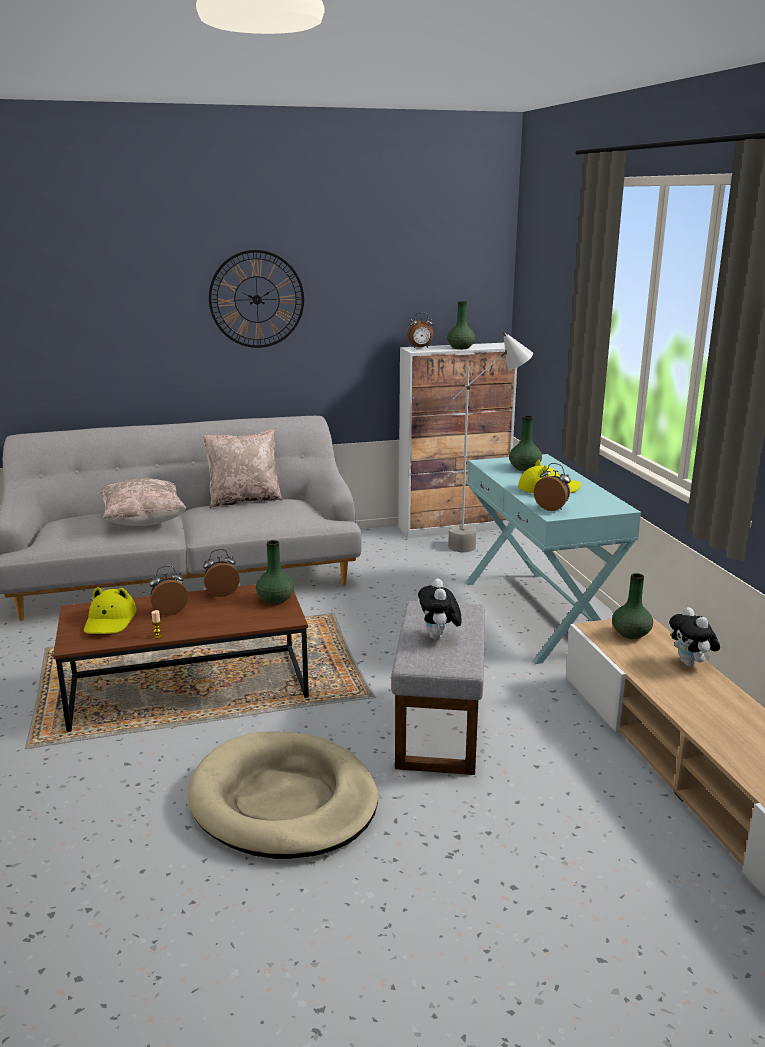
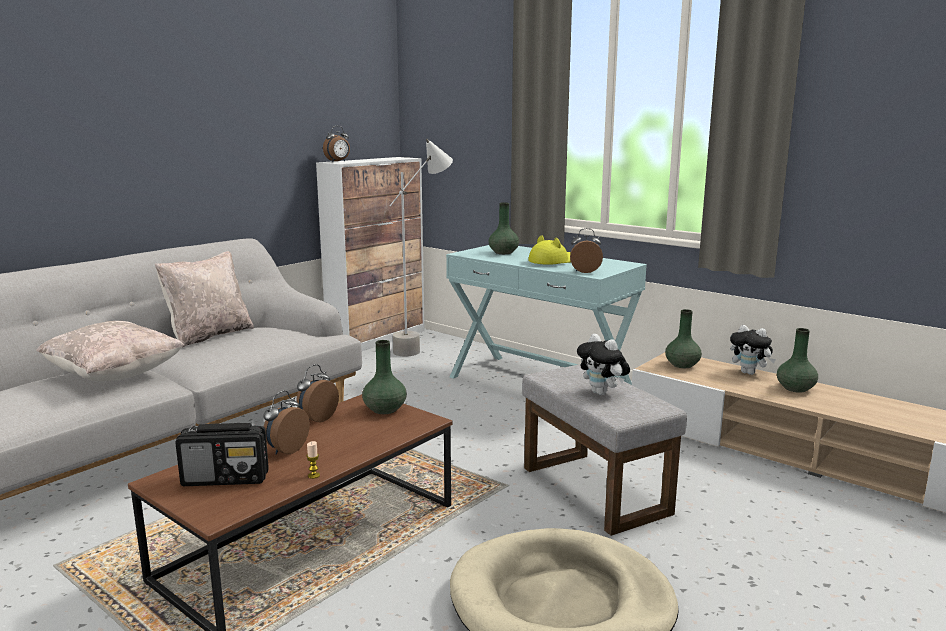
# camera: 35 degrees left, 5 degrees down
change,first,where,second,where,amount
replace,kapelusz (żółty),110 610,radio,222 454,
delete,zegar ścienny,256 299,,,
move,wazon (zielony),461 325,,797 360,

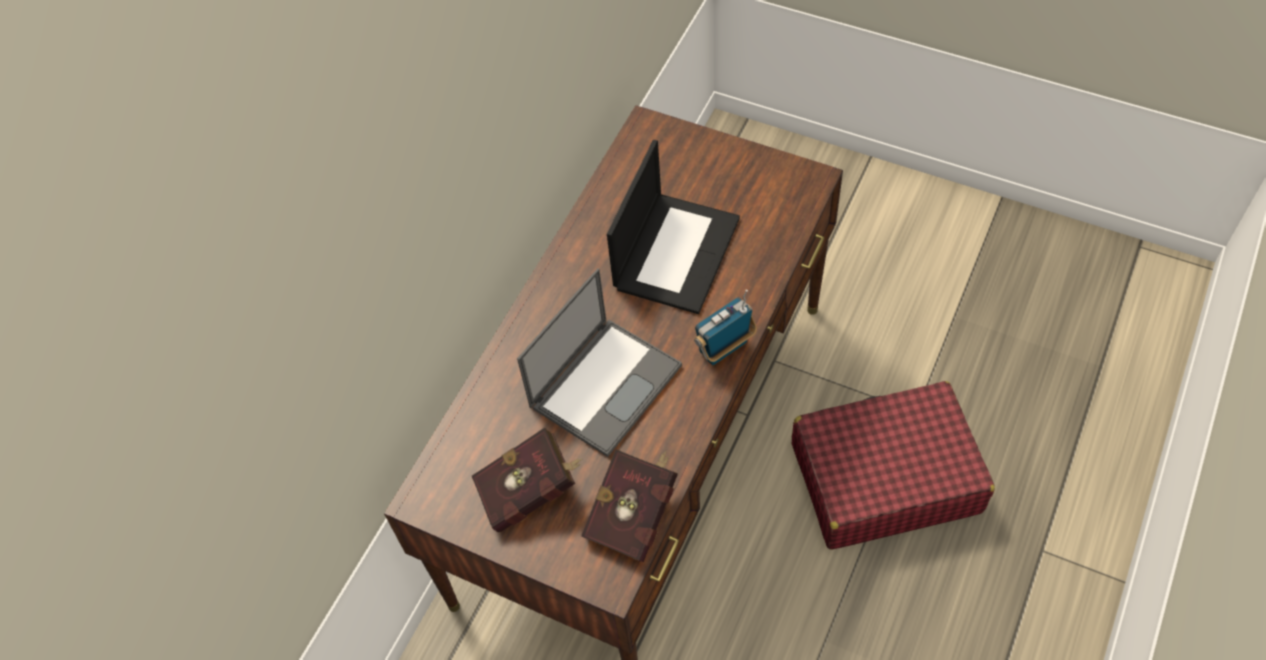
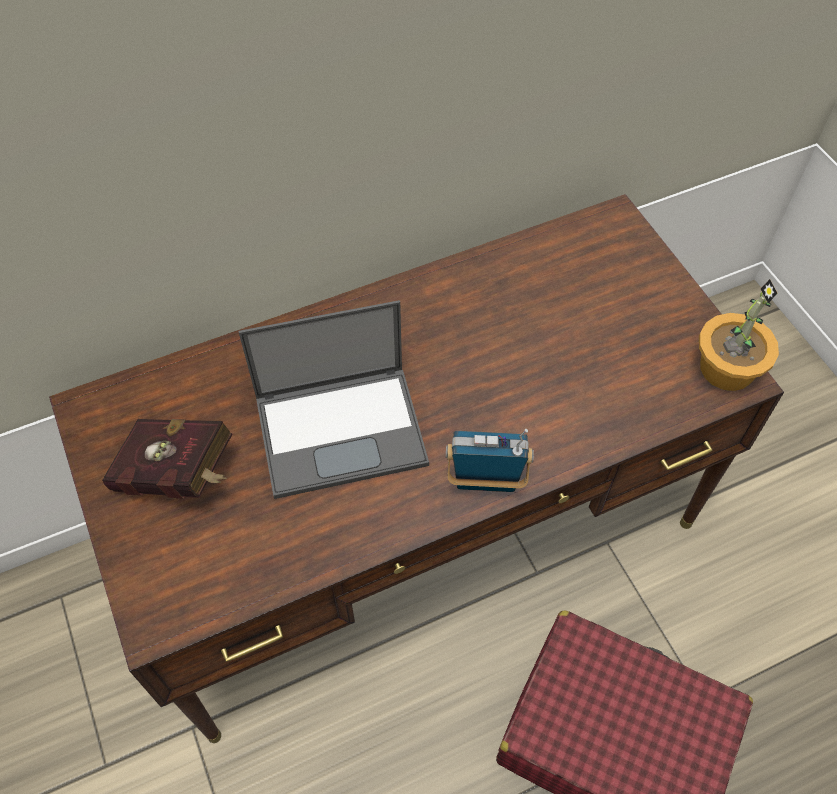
# camera: 35 degrees right, 0 degrees up
change,first,where,second,where,amount
delete,książka (czerwony),629 505,,,
delete,laptop,673 227,,,
insert,,,roślina doniczkowa,739 335,

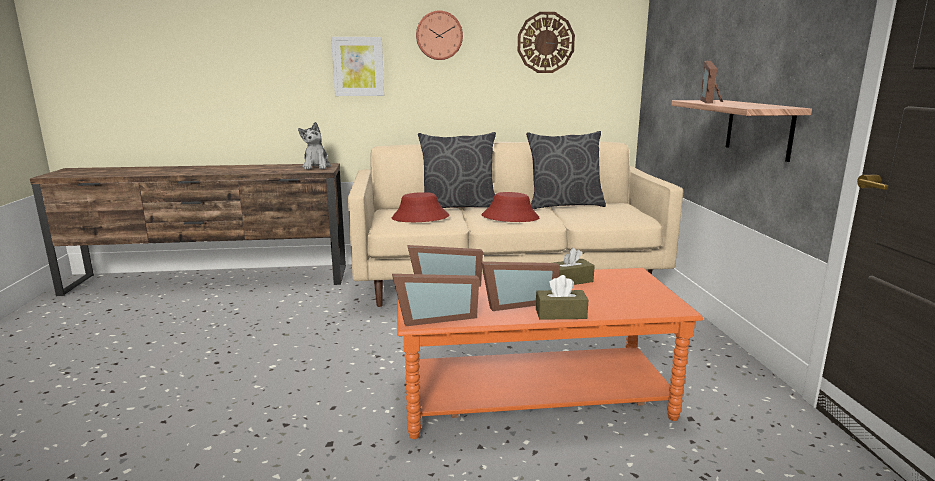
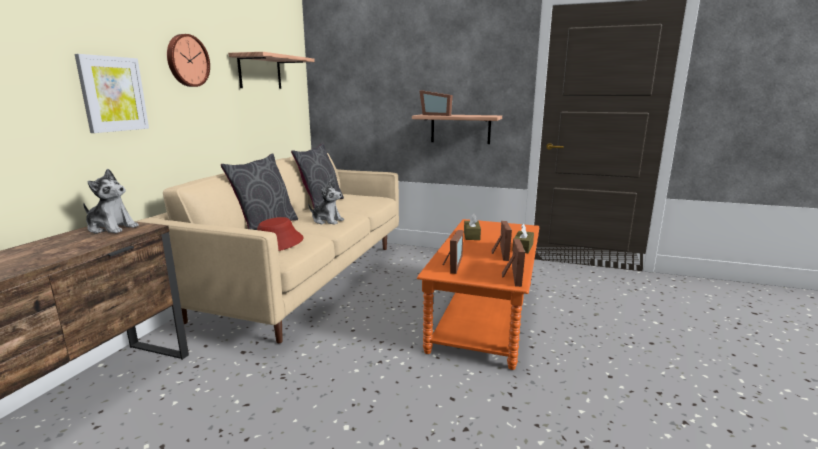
# camera: 65 degrees left, 0 degrees up
change,first,where,second,where,amount
replace,kapelusz (czerwony),510 207,pluszak,326 202,
replace,zegar ścienny,546 42,półka,271 70,

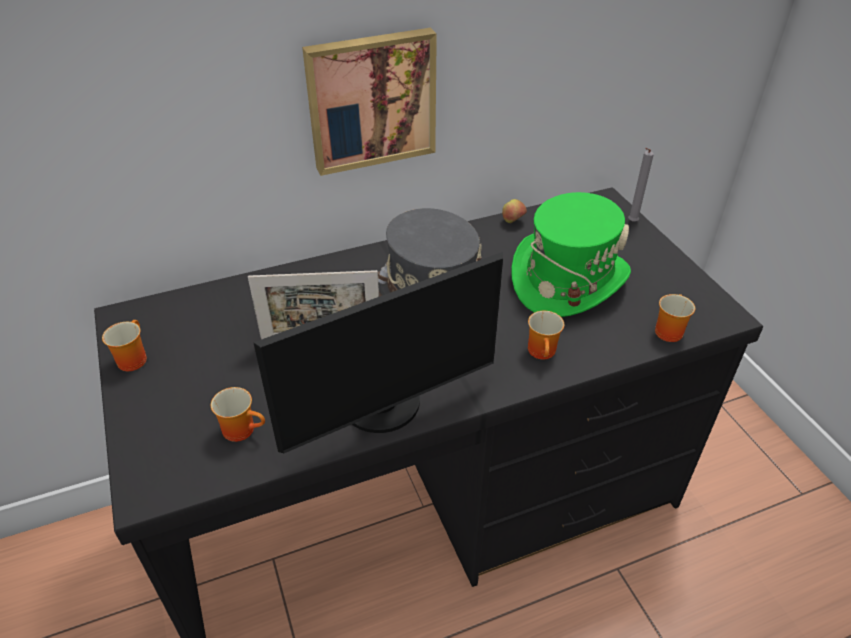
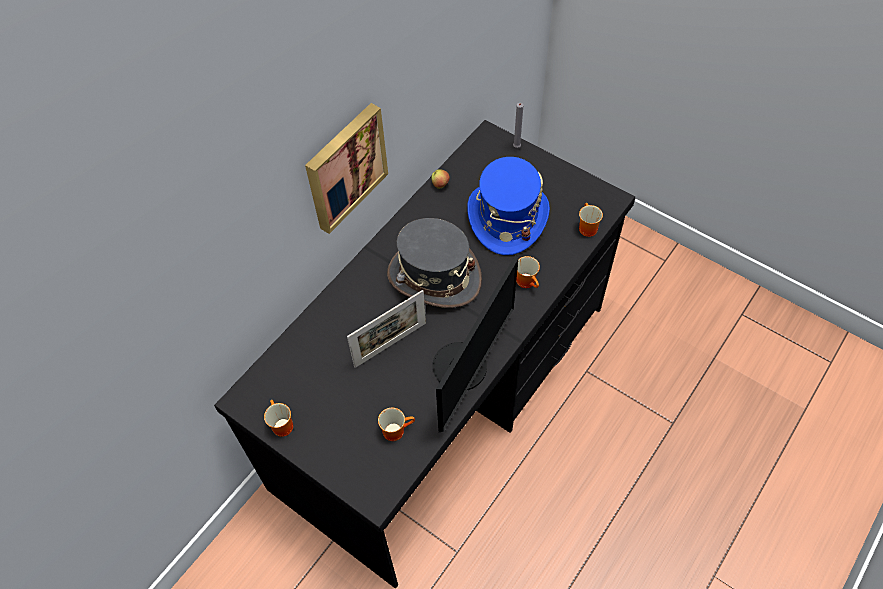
# camera: 30 degrees left, 15 degrees up
change,first,where,second,where,amount
recolor,kapelusz (zielony),571 254,kapelusz (niebieski),508 206,

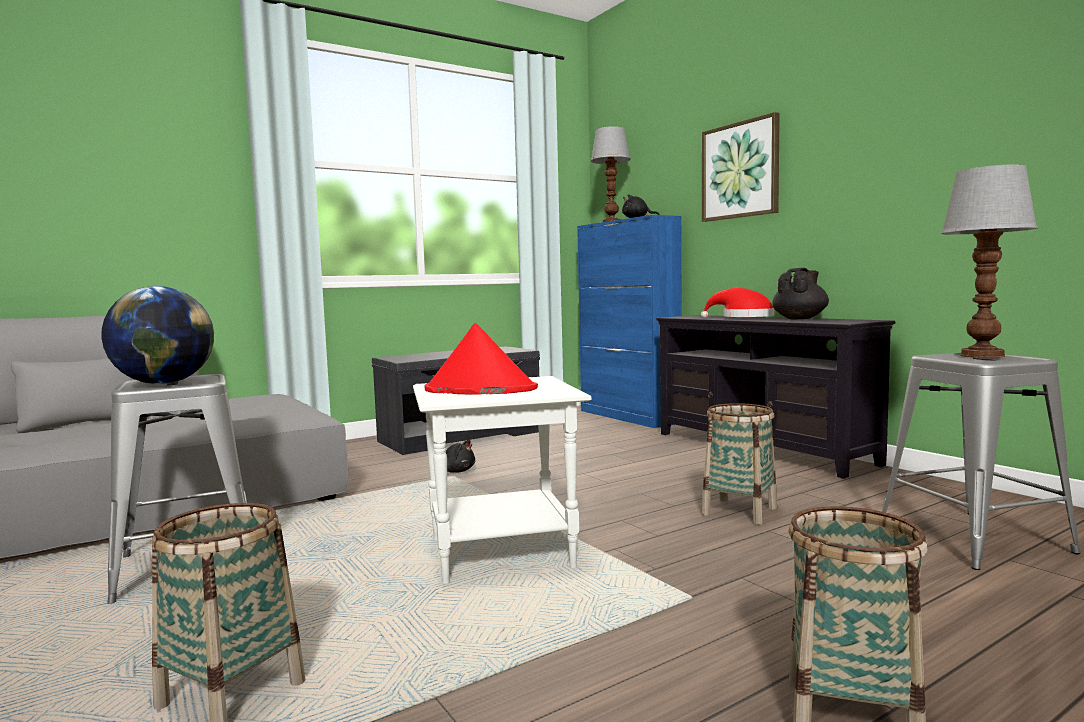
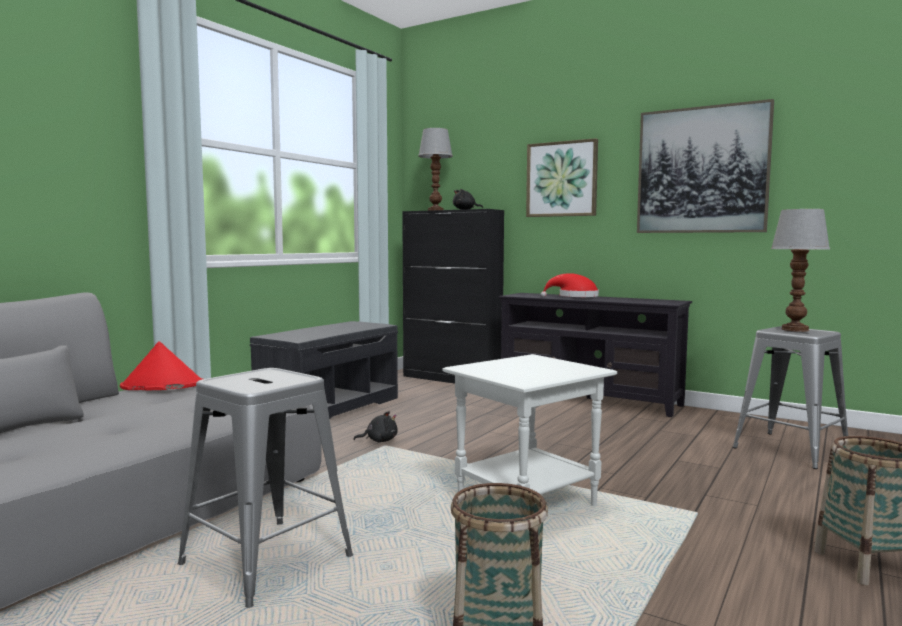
# camera: 25 degrees left, 0 degrees up
change,first,where,second,where,amount
delete,globus,158 335,,,
move,kapelusz (czerwony),481 359,,161 365,
recolor,szafka (niebieski),629 321,szafka (czarny),453 296,
delete,koszyk,739 464,,,
delete,imbryk (czarny),800 293,,,
insert,,,obraz,705 166,

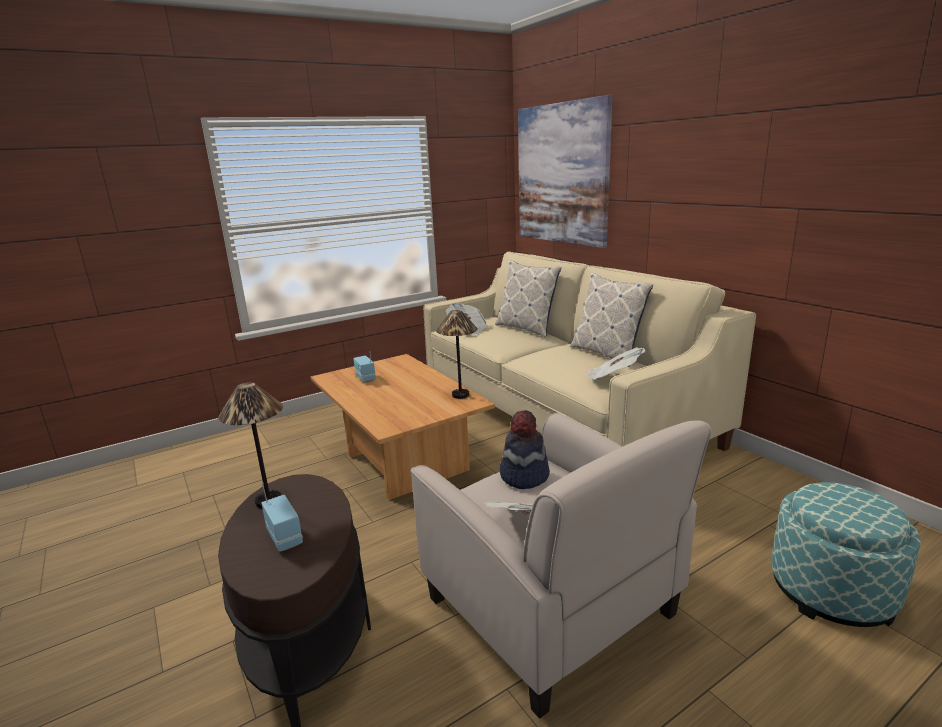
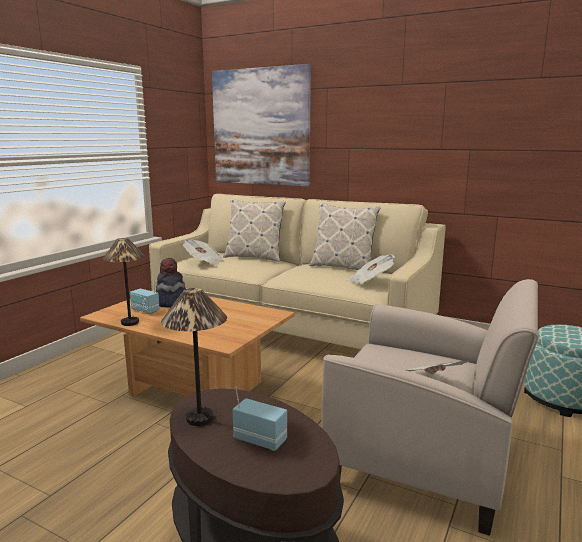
# camera: 30 degrees left, 5 degrees down
change,first,where,second,where,amount
move,lampa stołowa,457 354,,124 282,
move,kapelusz,525 449,,171 283,

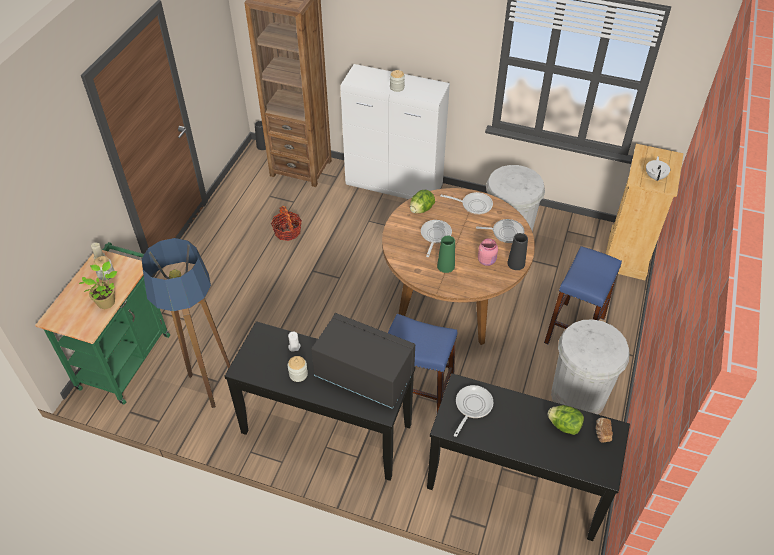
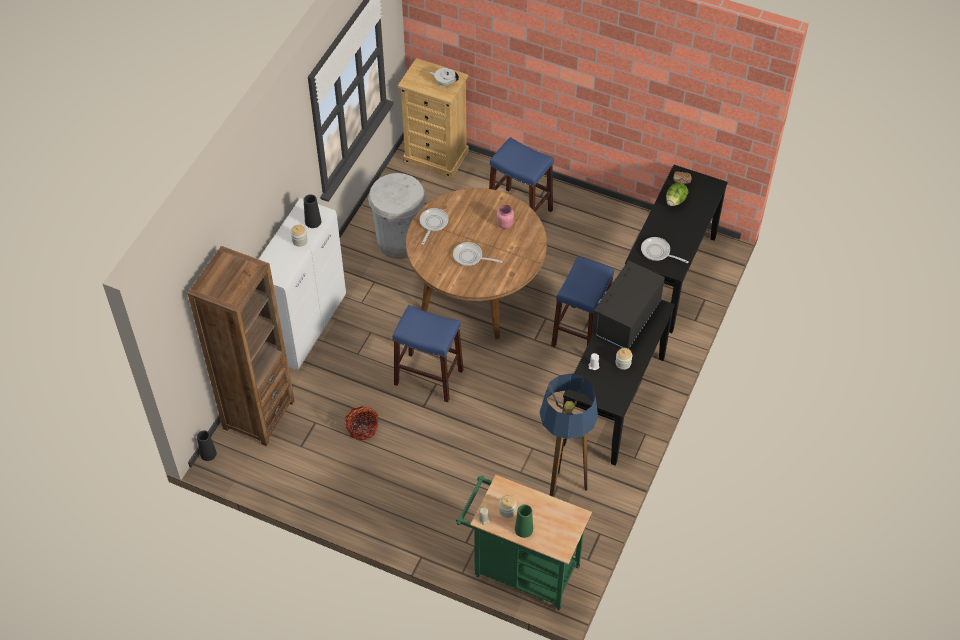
# camera: 85 degrees left, 5 degrees up
change,first,where,second,where,amount
delete,roślina doniczkowa,98 285,,,
delete,sałata,422 201,,,
move,wazon (zielony),446 254,,524 521,
delete,patelnia,500 231,,,
move,wazon (czarny),517 251,,312 211,
delete,kosz na śmieci (biały),590 367,,,
insert,,,stołek (niebieski),427 353,

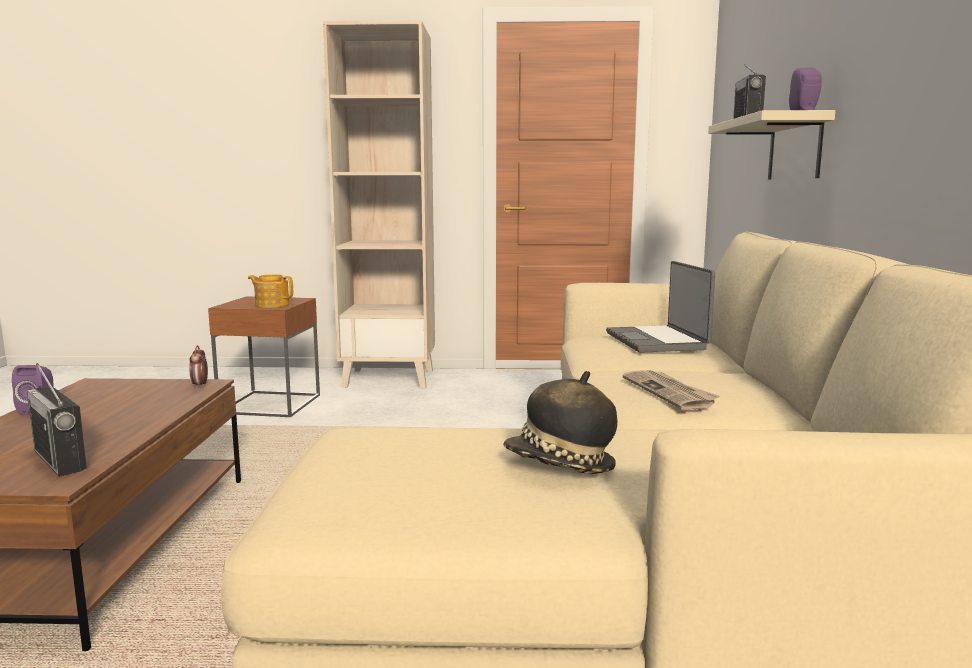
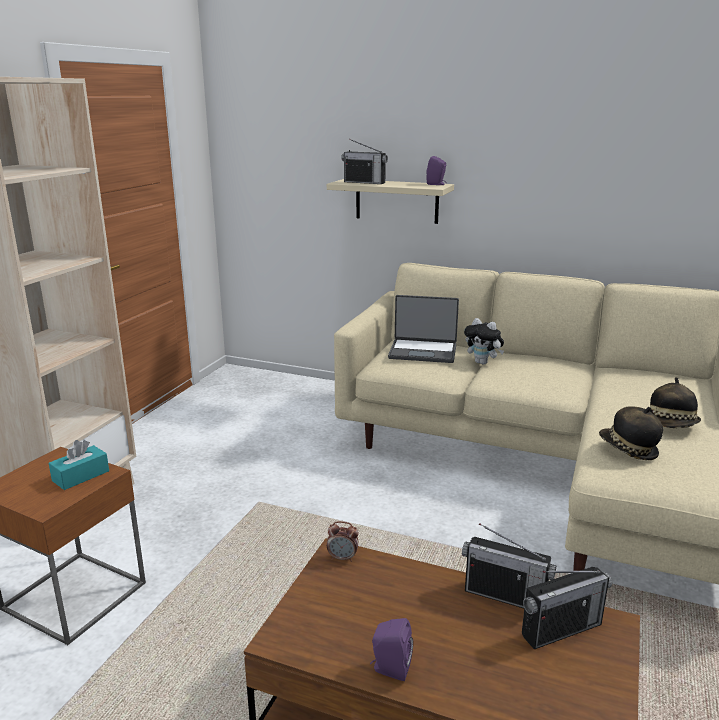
# camera: 70 degrees left, 10 degrees up
change,first,where,second,where,amount
replace,imbryk,270 291,pudełko chusteczek (turkusowy),79 465,
delete,gazeta,671 390,,,
insert,,,radio,509 565,
insert,,,pluszak,484 341,
insert,,,kapelusz,631 433,

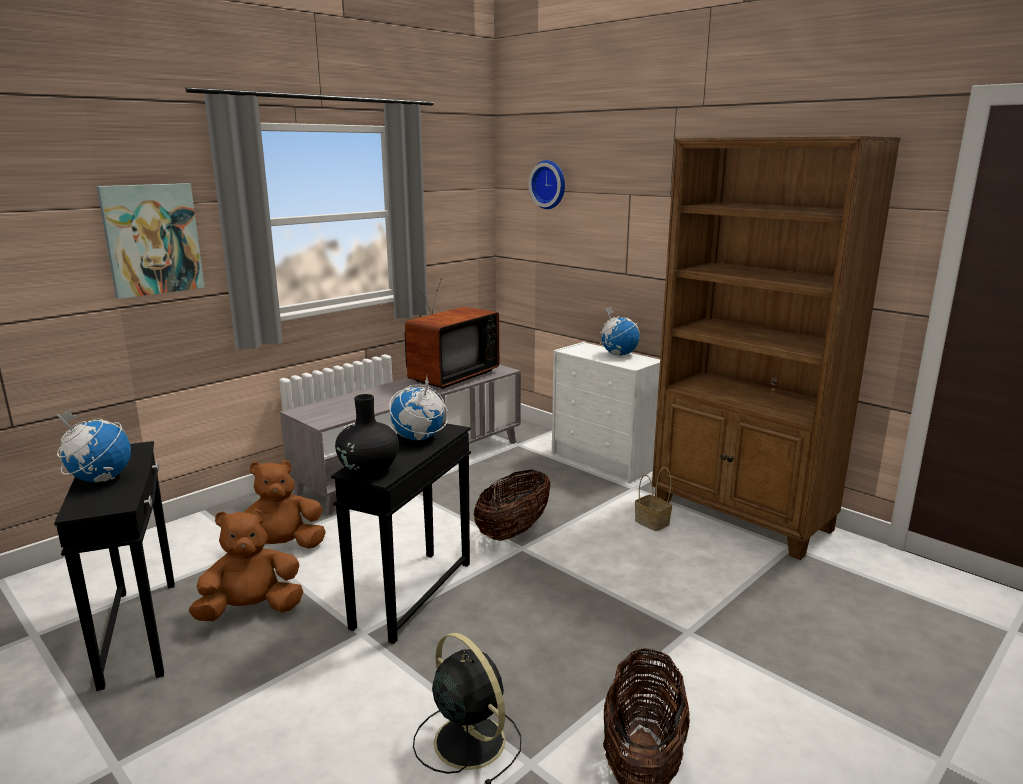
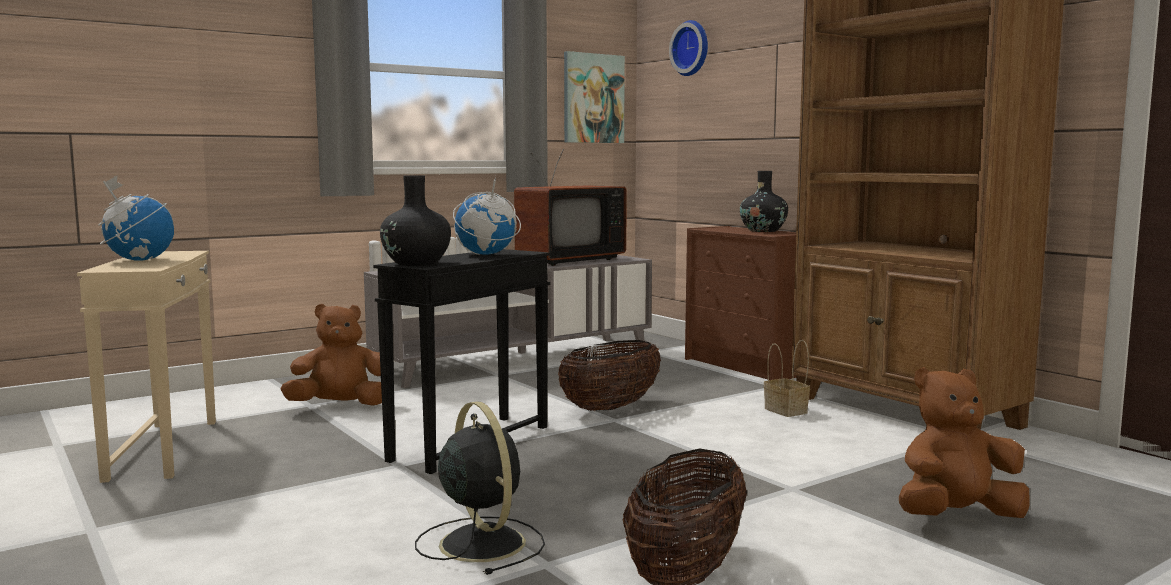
# camera: 10 degrees right, 10 degrees down
change,first,where,second,where,amount
recolor,stolik (czarny),114 566,stolik (beżowy),146 367,
move,obraz,151 241,,594 97,
move,pluszak (brązowy),246 565,,964 442,
recolor,komoda (biały),606 412,komoda (brązowy),741 303,
replace,globus,619 331,wazon (czarny),764 201,

